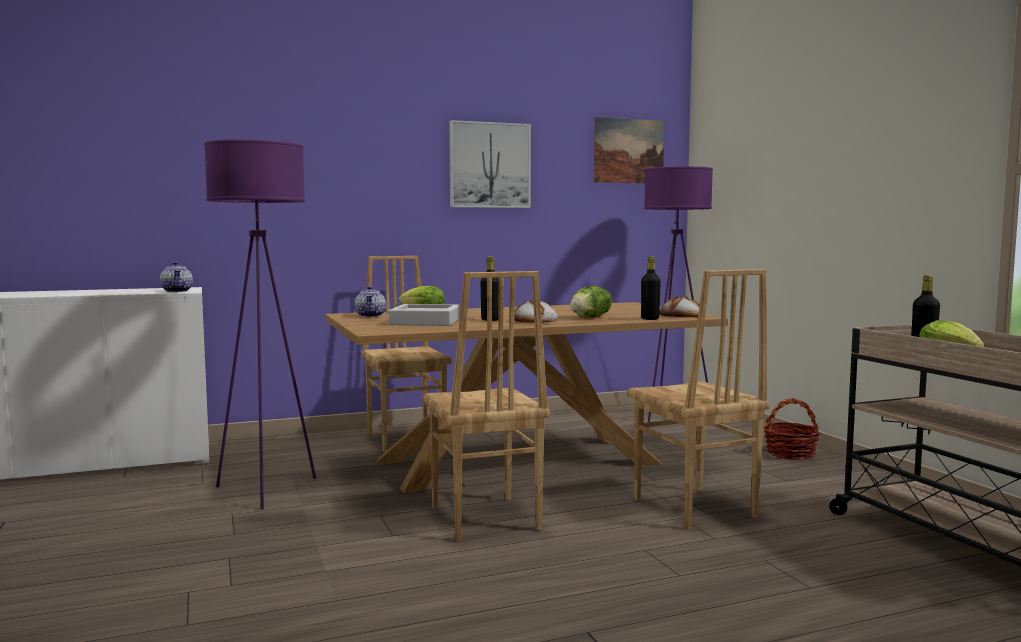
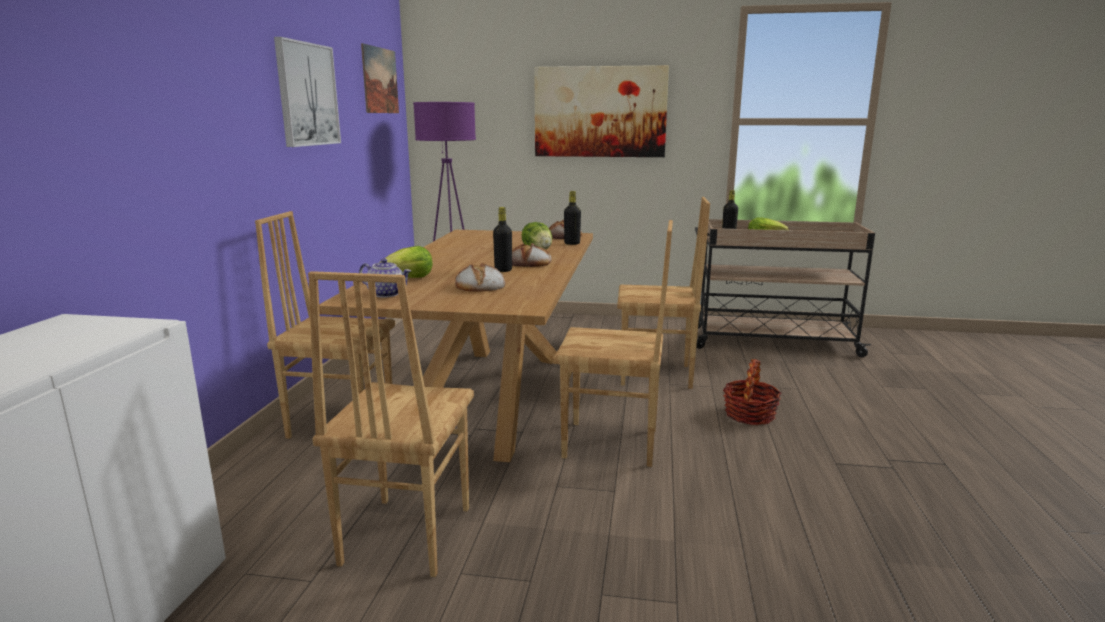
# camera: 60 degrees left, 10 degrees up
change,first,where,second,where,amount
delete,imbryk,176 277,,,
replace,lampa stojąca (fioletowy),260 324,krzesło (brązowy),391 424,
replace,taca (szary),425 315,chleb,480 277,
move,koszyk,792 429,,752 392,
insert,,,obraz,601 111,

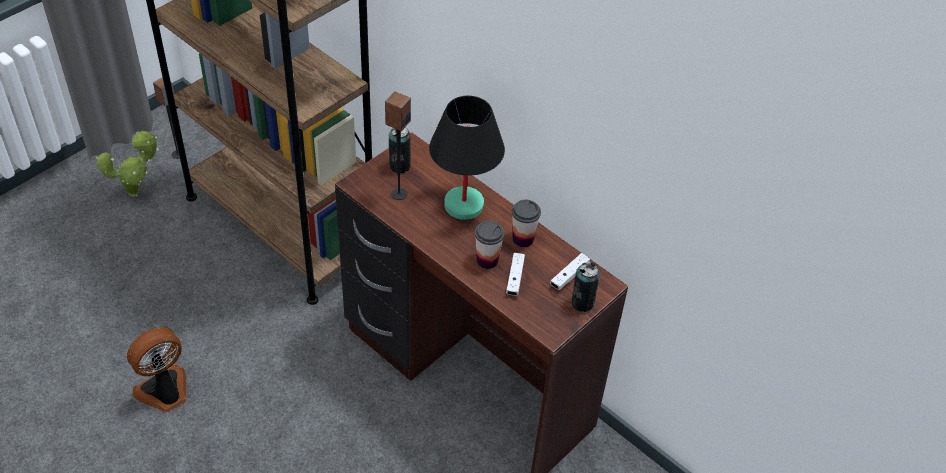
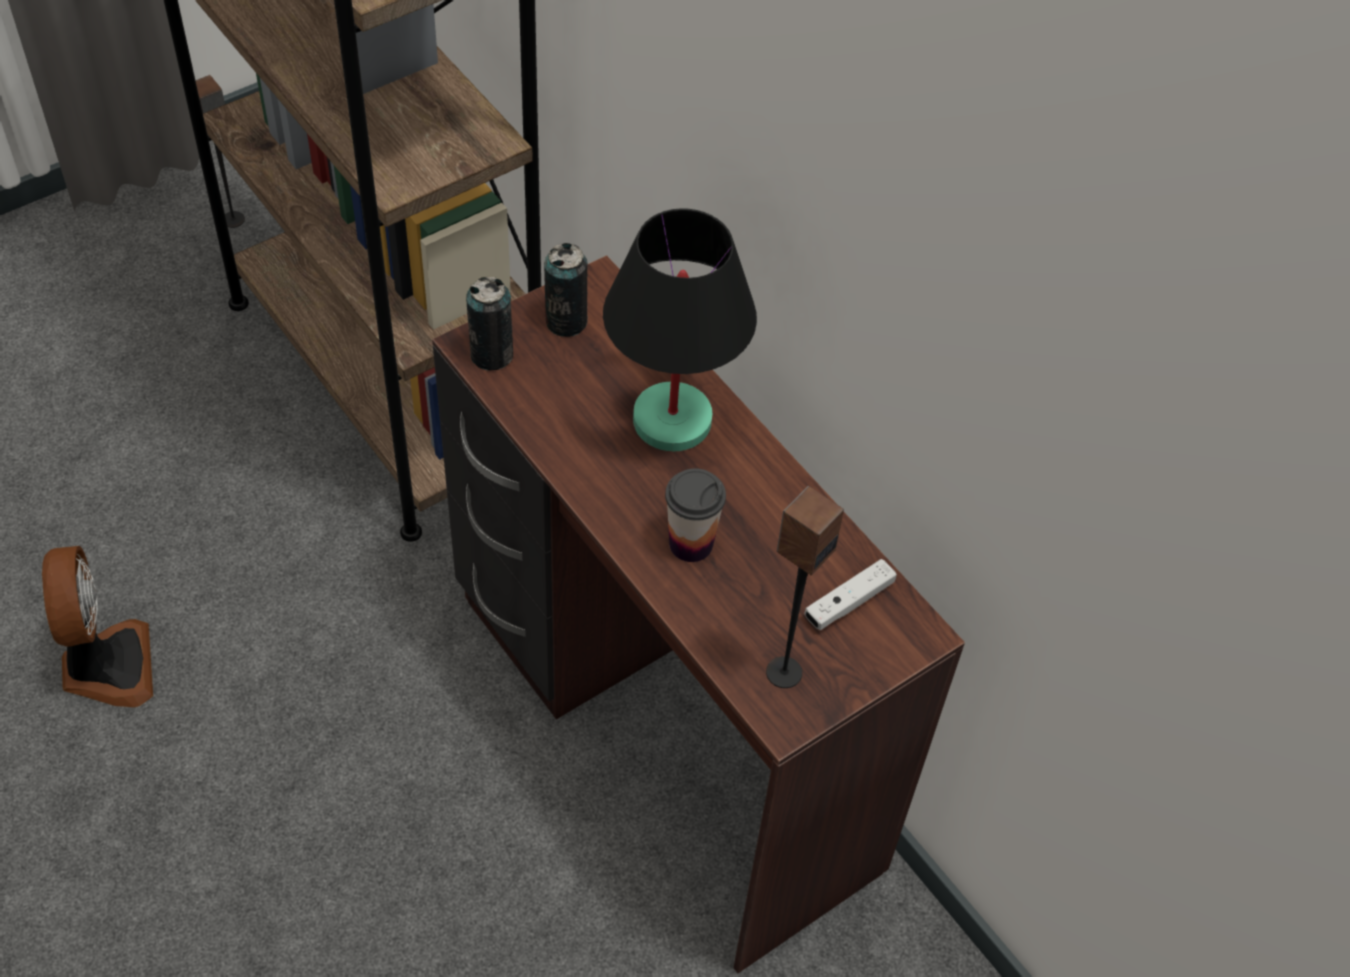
# camera: 10 degrees right, 5 degrees up
change,first,where,second,where,amount
delete,roślina doniczkowa,127 164,,,
rotate,wentylator,157 369,,97 626,105 degrees clockwise
move,głośnik,398 145,,805 587,
delete,pad do gier (biały),515 274,,,
delete,filiżanka,526 223,,,
move,puszka,585 287,,489 324,

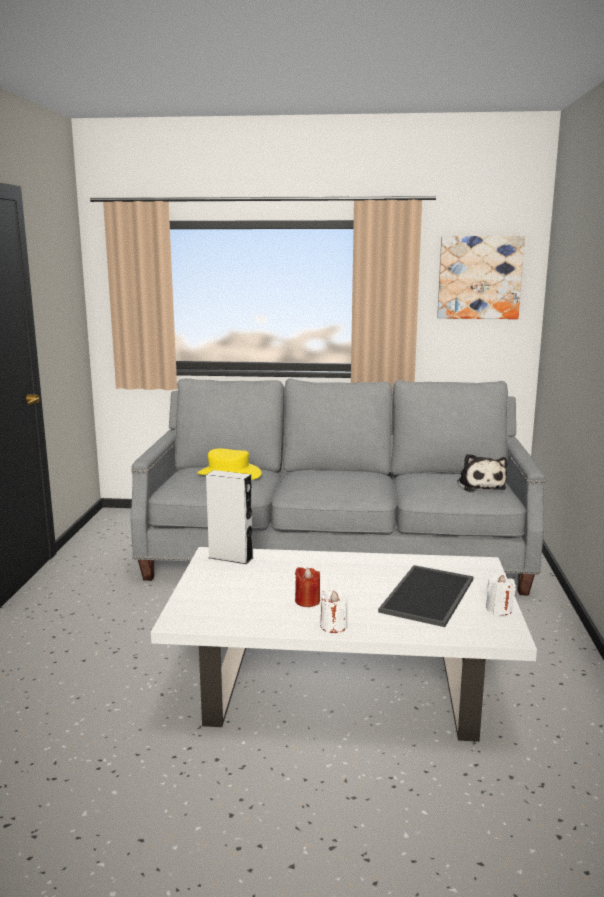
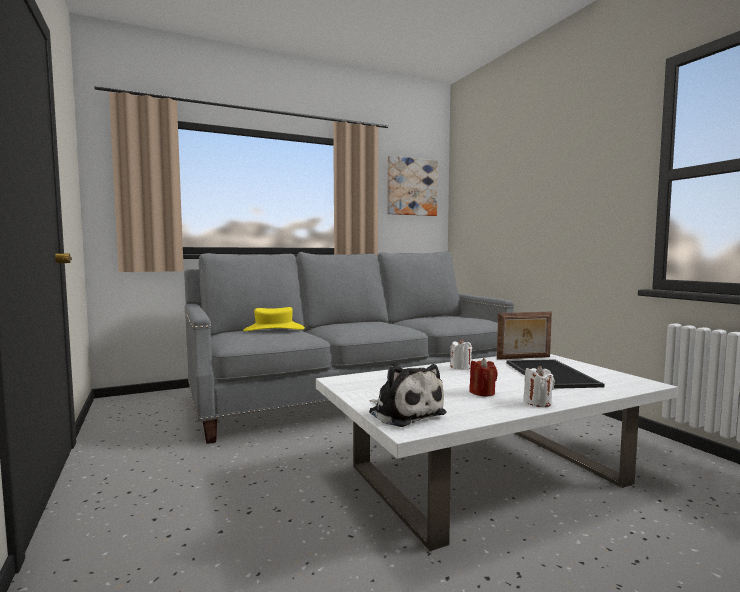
# camera: 30 degrees left, 10 degrees down
change,first,where,second,where,amount
delete,głośnik (szary),229 517,,,
move,pluszak,482 473,,408 395,
move,świeca (biały),501 595,,461 354,
insert,,,ramka na zdjęcie,524 336,

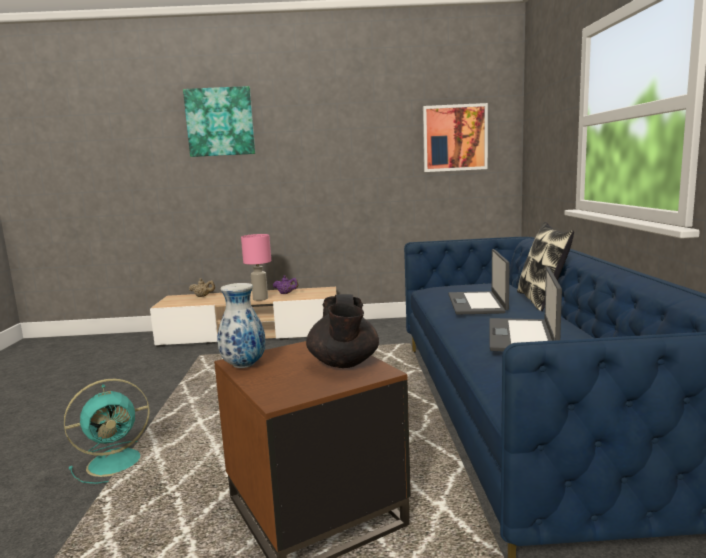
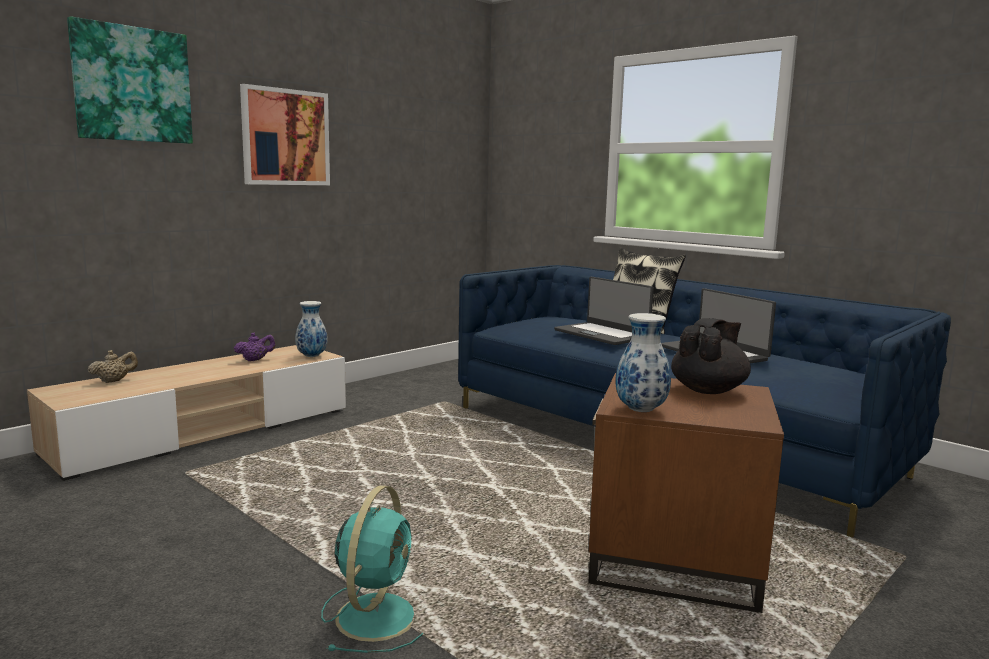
# camera: 45 degrees left, 0 degrees up
change,first,where,second,where,amount
delete,lampa stołowa (różowy),256 267,,,
rotate,imbryk (czarny),342 331,,711 356,90 degrees counterclockwise
move,obraz,455 137,,285 134,
insert,,,wazon,311 329,

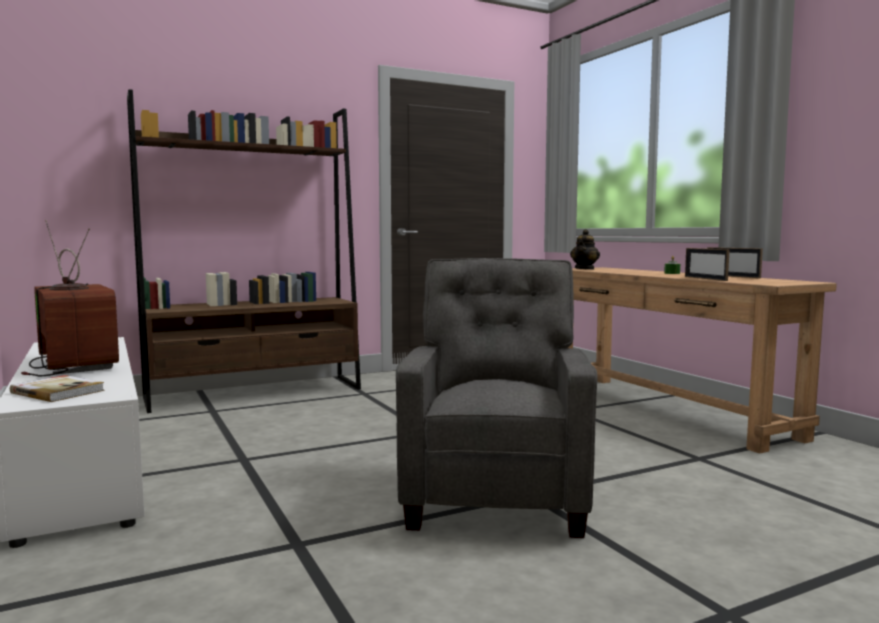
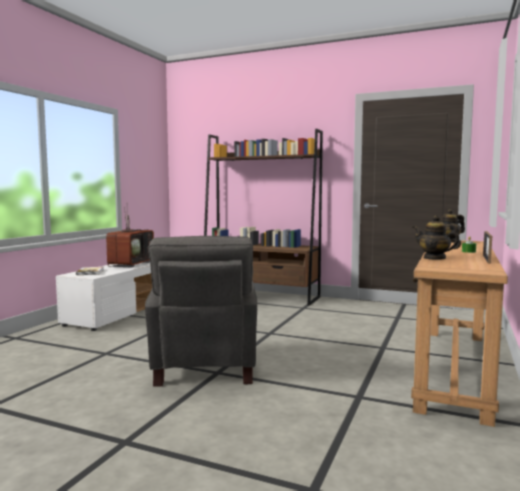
# camera: 50 degrees right, 0 degrees up
change,first,where,second,where,amount
rotate,fotel (szary),497 398,,201 311,120 degrees clockwise
replace,ramka na zdjęcie,707 264,imbryk,437 237,

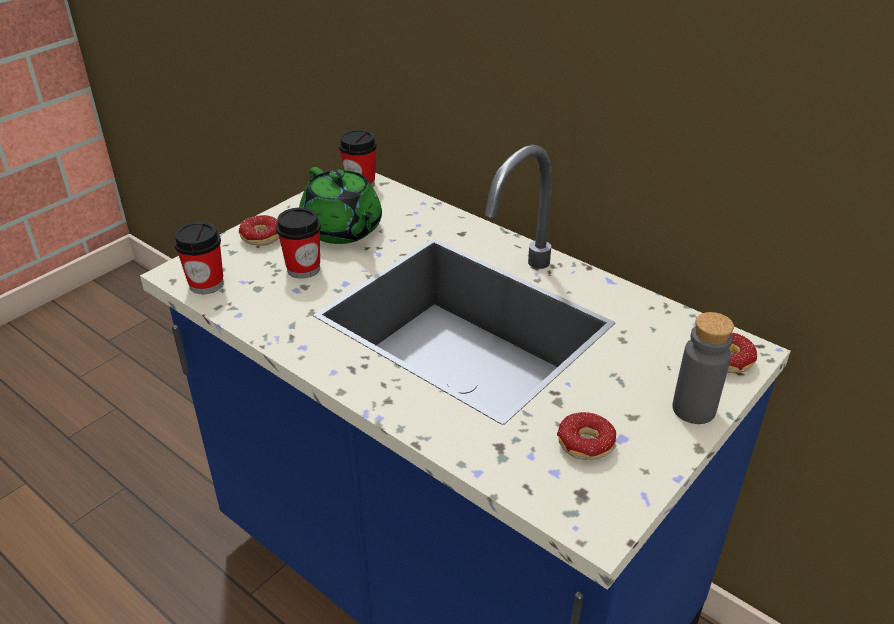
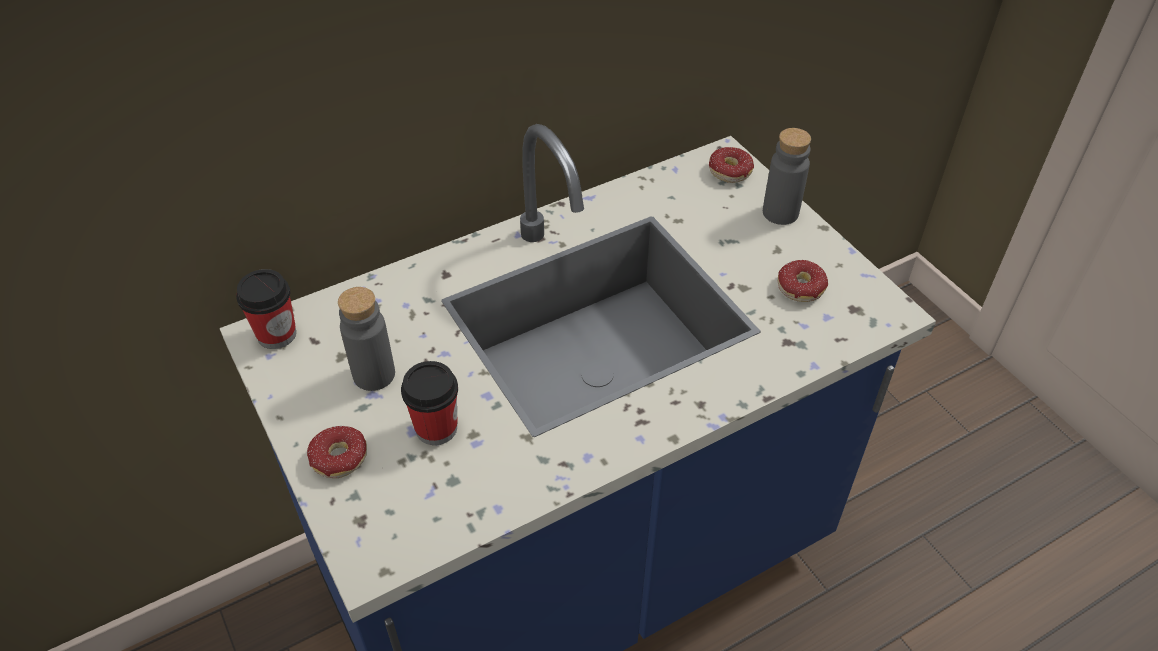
# camera: 70 degrees left, 10 degrees up
change,first,where,second,where,amount
delete,filiżanka,199 258,,,
replace,imbryk (zielony),340 205,butelka (szary),366 339,

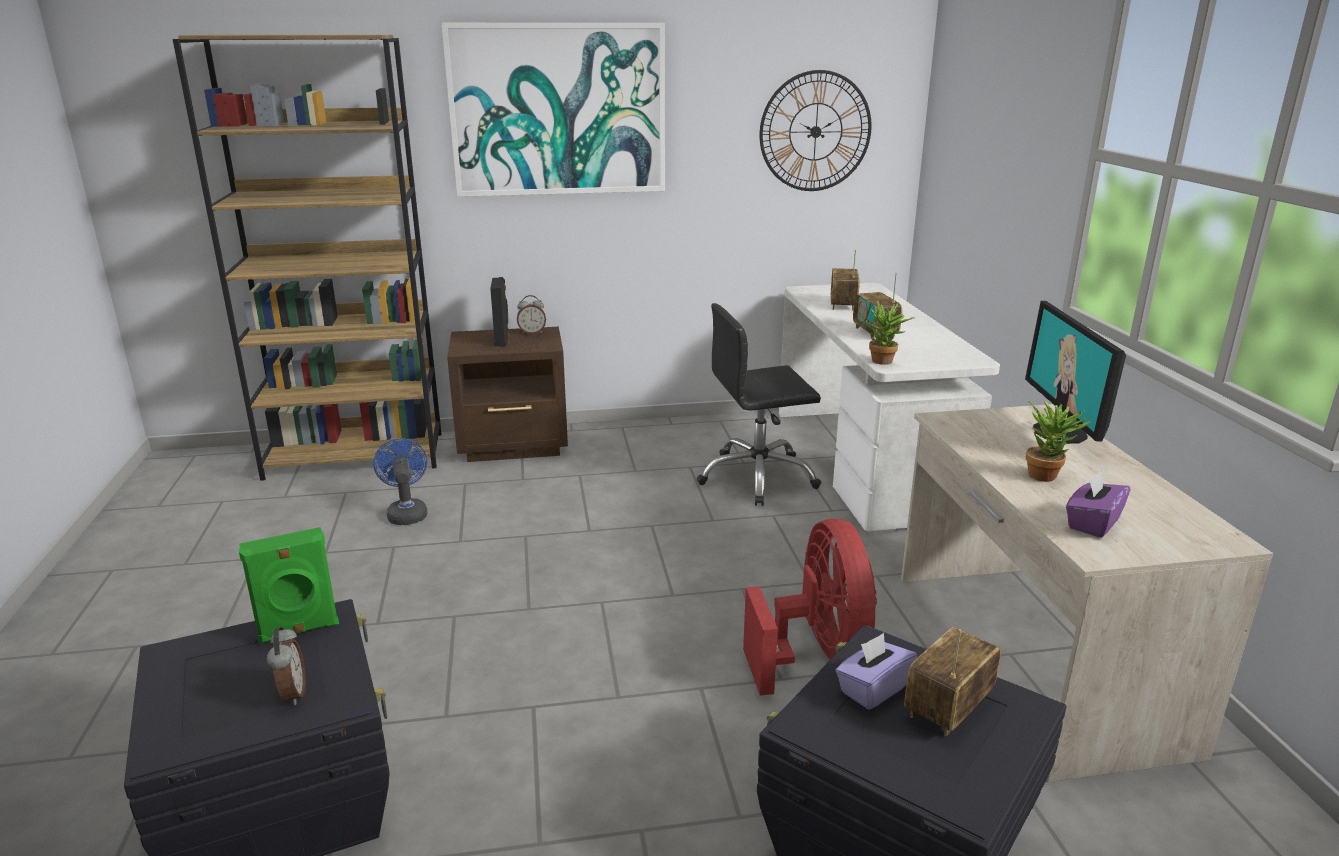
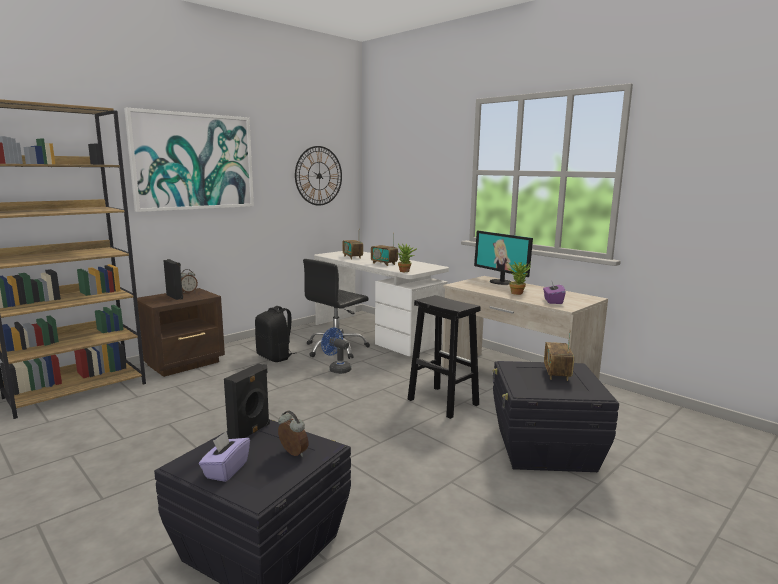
# camera: 35 degrees left, 10 degrees down
change,first,where,second,where,amount
recolor,głośnik (zielony),289 585,głośnik (czarny),247 401,
move,wentylator (niebieski),400 481,,336 351,
replace,wentylator (czerwony),810 606,stołek (czarny),444 357,
move,pudełko chusteczek (fioletowy),876 671,,224 456,
insert,,,plecak (czarny),275 334,

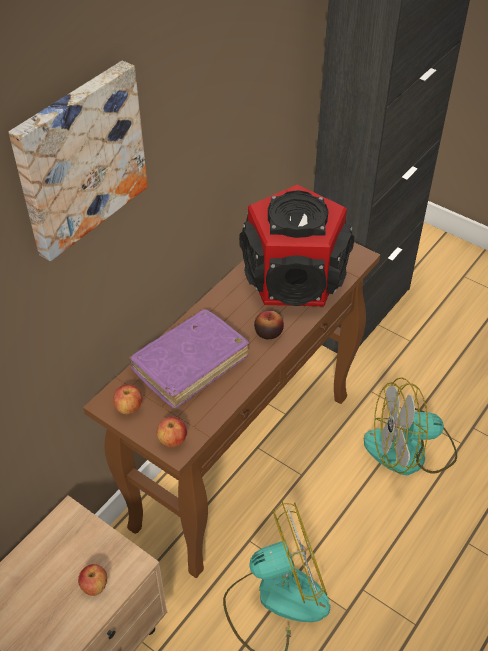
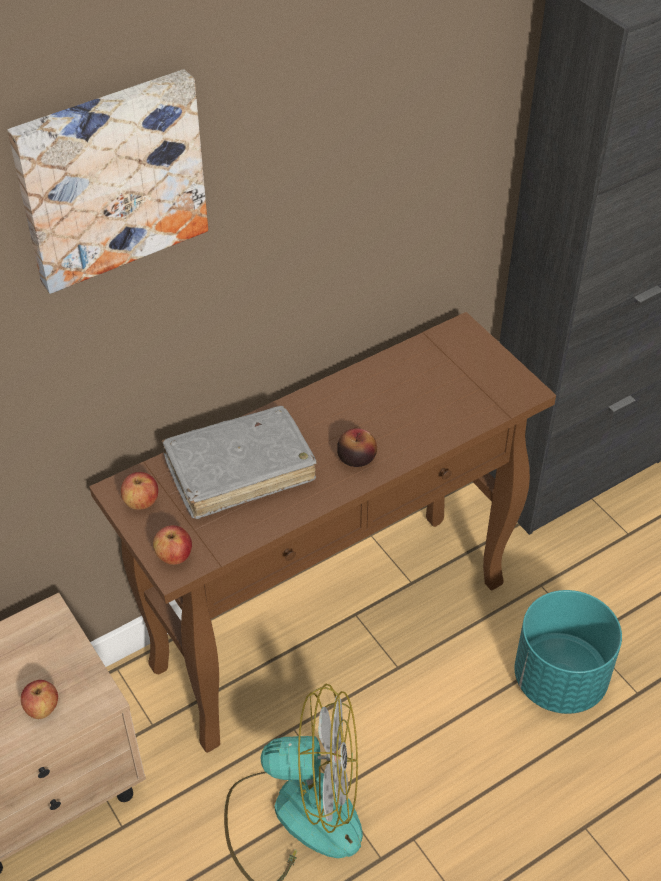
# camera: 20 degrees right, 0 degrees up
change,first,where,second,where,amount
recolor,książka (fioletowy),189 359,książka (szary),239 462,
delete,głośnik,296 245,,,
replace,wentylator,410 426,donica (turkusowy),568 652,

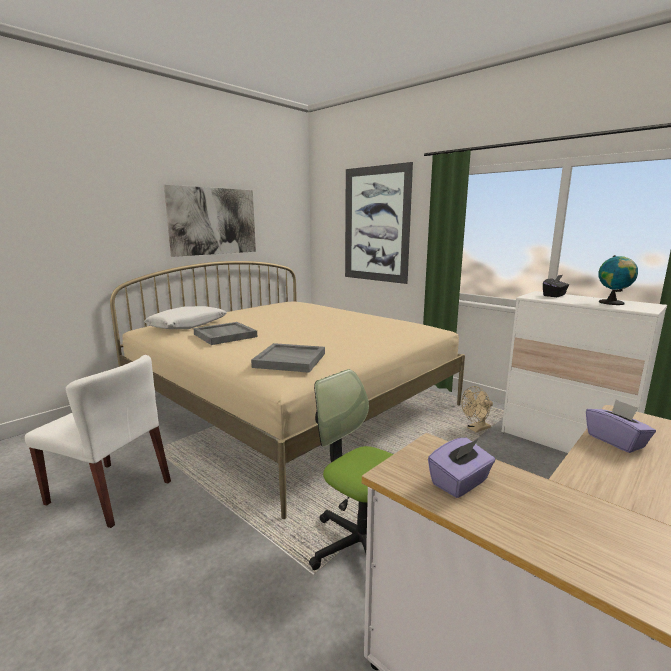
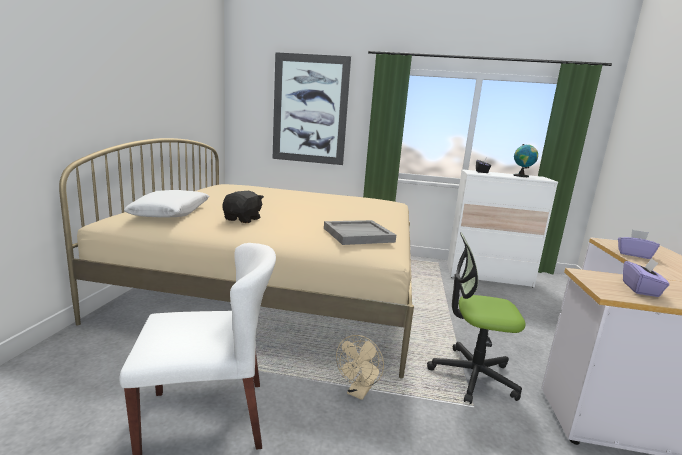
# camera: 35 degrees left, 0 degrees up
change,first,where,second,where,amount
delete,obraz,210 221,,,
replace,taca (szary),225 333,pluszak (czarny),243 207,
move,wentylator (beżowy),477 409,,360 367,

